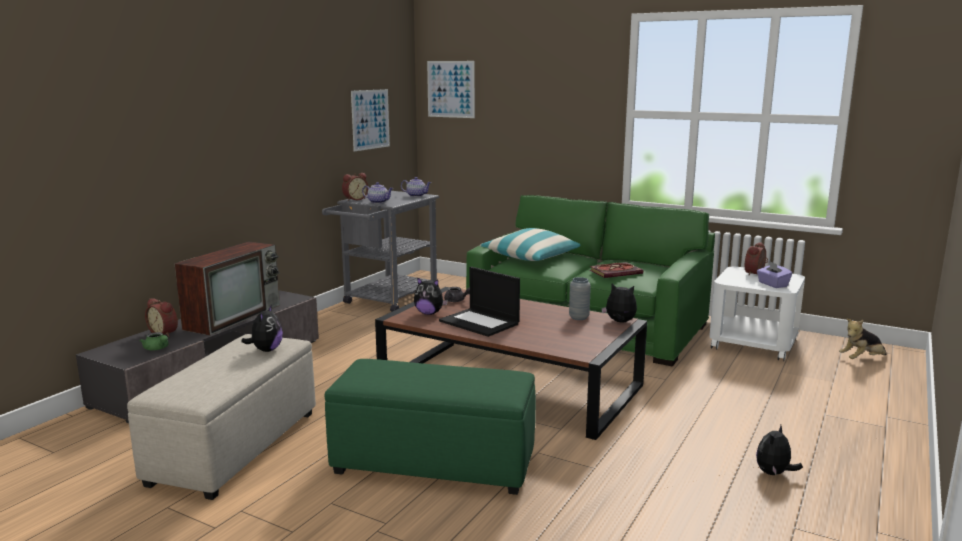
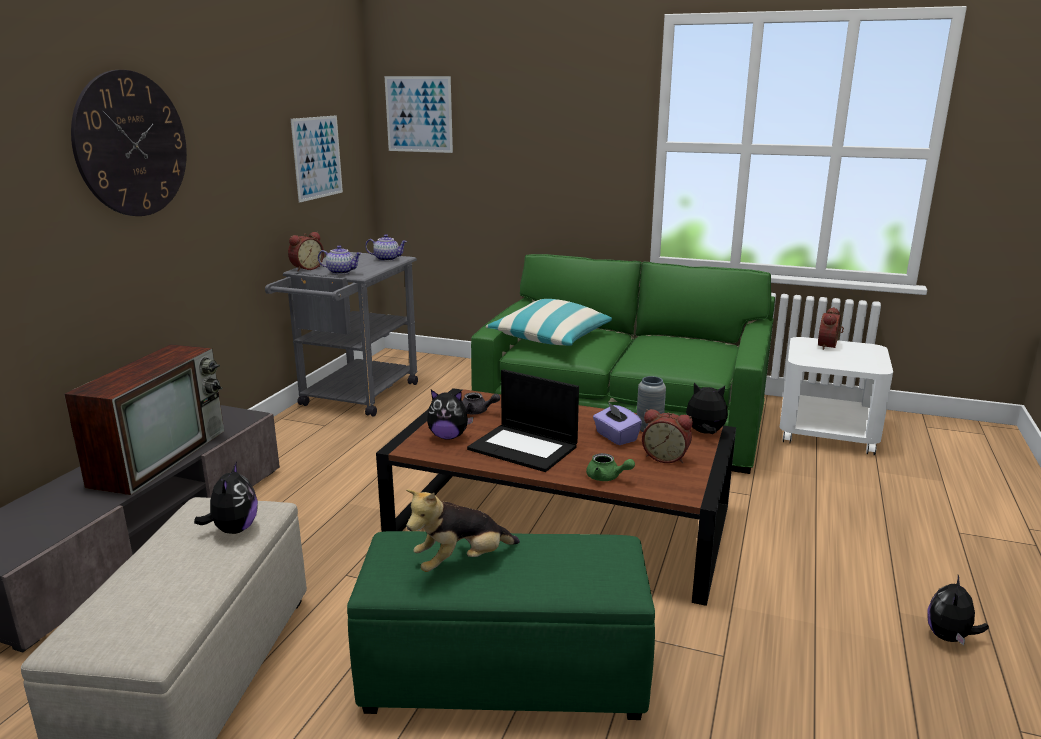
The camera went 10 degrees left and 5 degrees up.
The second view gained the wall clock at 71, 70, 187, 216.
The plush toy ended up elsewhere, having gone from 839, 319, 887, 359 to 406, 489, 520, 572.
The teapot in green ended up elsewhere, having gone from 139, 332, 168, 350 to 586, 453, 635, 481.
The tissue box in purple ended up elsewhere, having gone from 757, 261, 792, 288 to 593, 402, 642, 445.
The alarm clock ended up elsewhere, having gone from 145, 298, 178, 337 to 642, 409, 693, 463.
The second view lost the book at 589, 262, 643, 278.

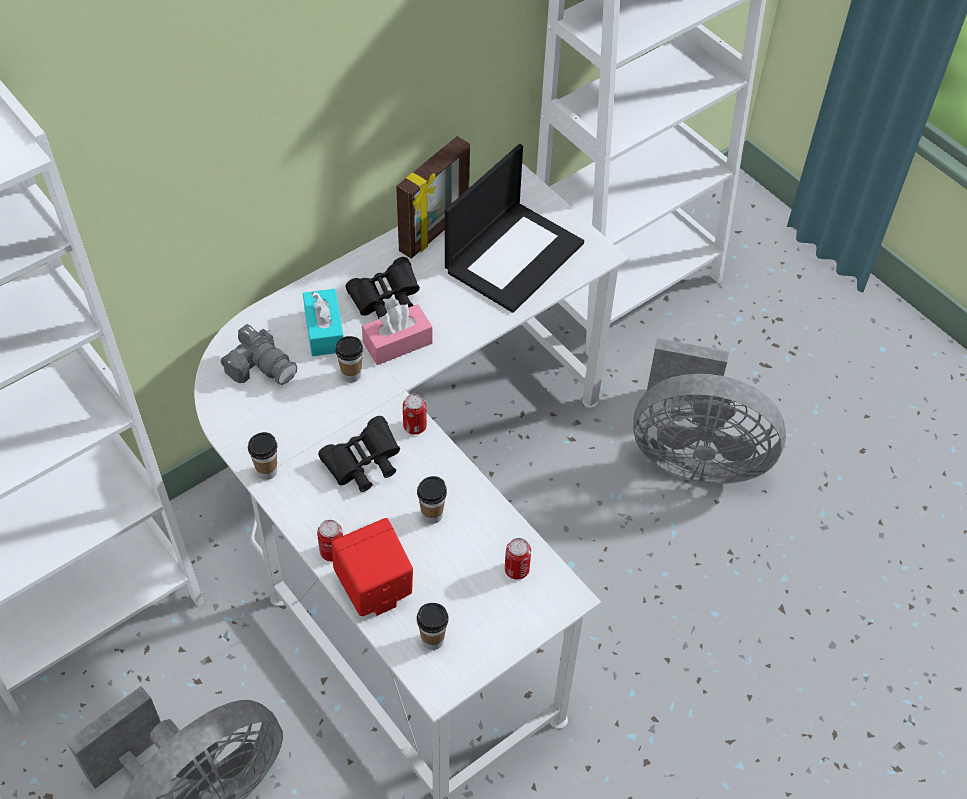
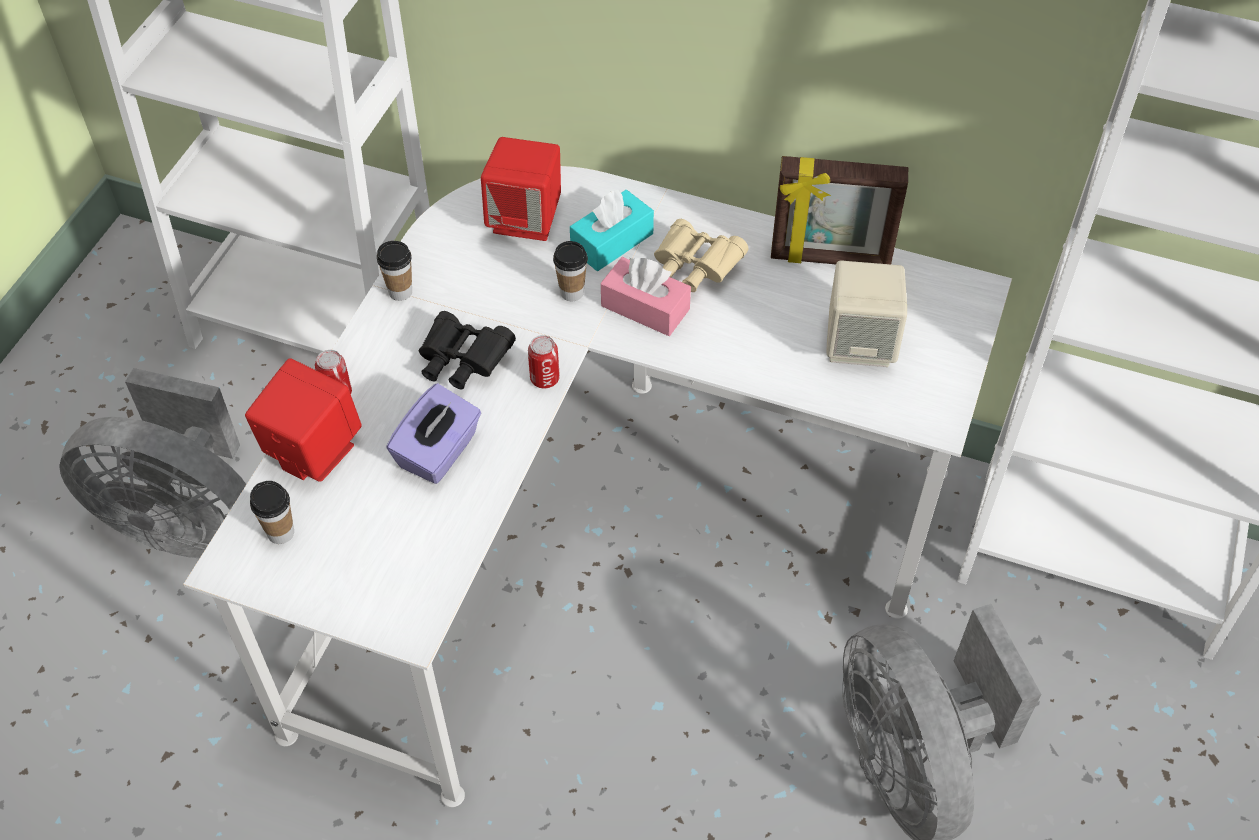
The camera went 60 degrees right and 0 degrees up.
Where the cup stood at 417, 476, 447, 524, the tissue box in purple came to stand at 386, 383, 481, 484.
Where the photo camera stood at 221, 324, 297, 385, the speaker in red came to stand at 481, 137, 561, 241.
What was the binoculars in black at 345, 257, 420, 319 turned into the binoculars in beige at 654, 219, 748, 292.
Where the laptop stood at 445, 144, 584, 313, the speaker in beige came to stand at 826, 260, 907, 367.
The second view lost the can at 505, 538, 531, 580.

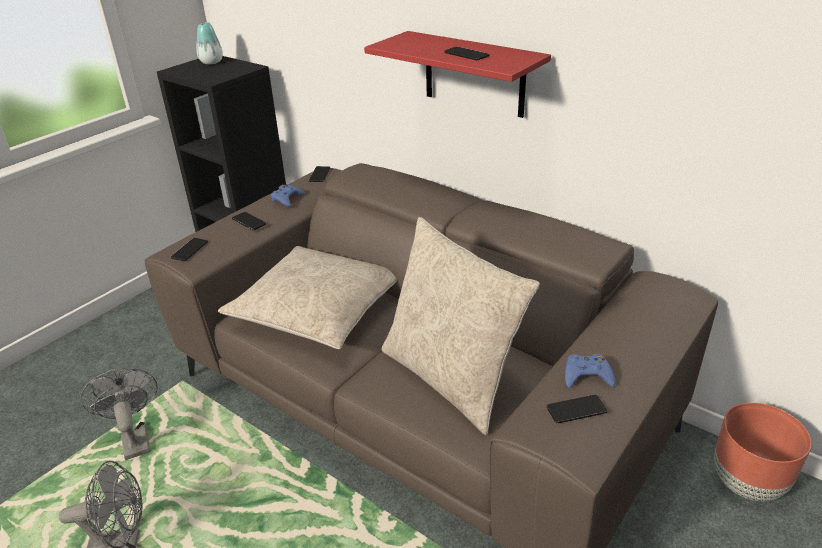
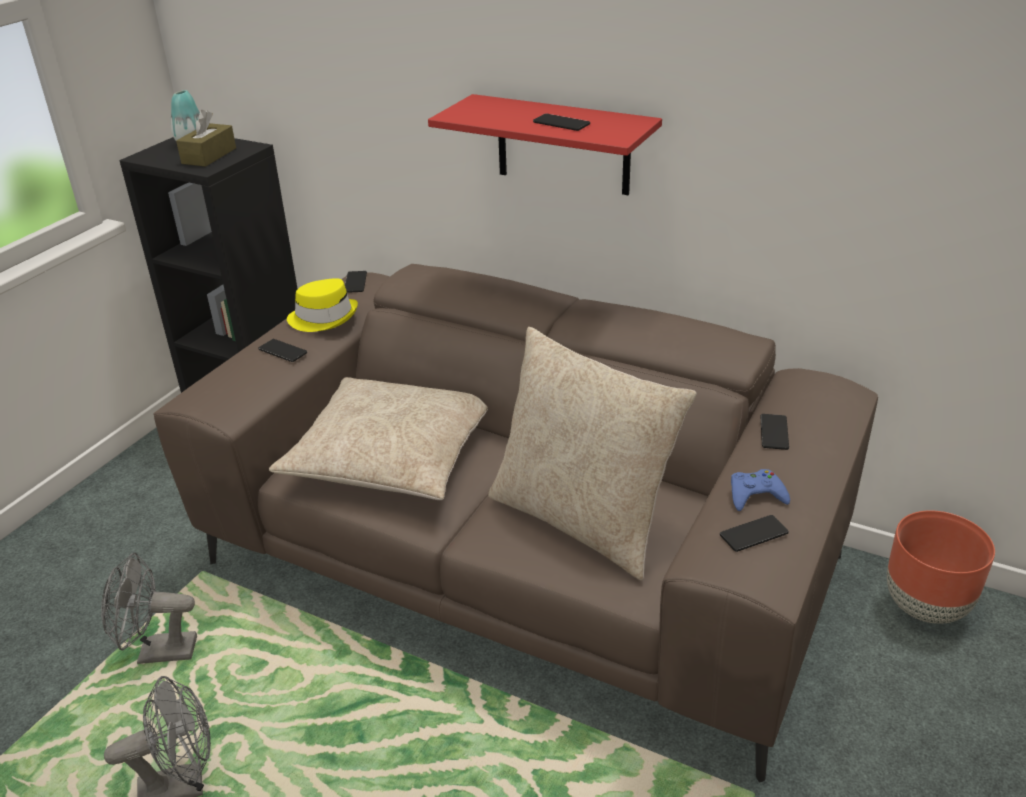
The camera went 10 degrees left and 0 degrees up.
The fan in grey at 80, 368, 158, 460 ended up facing another way, 60 degrees counterclockwise from before.
The second view gained the tissue box in brown at 176, 110, 236, 167.
Where the game controller in blue stood at 271, 184, 305, 207, the hat in yellow came to stand at 287, 278, 358, 332.
The phone ended up elsewhere, having gone from 171, 238, 208, 261 to 761, 414, 789, 450.

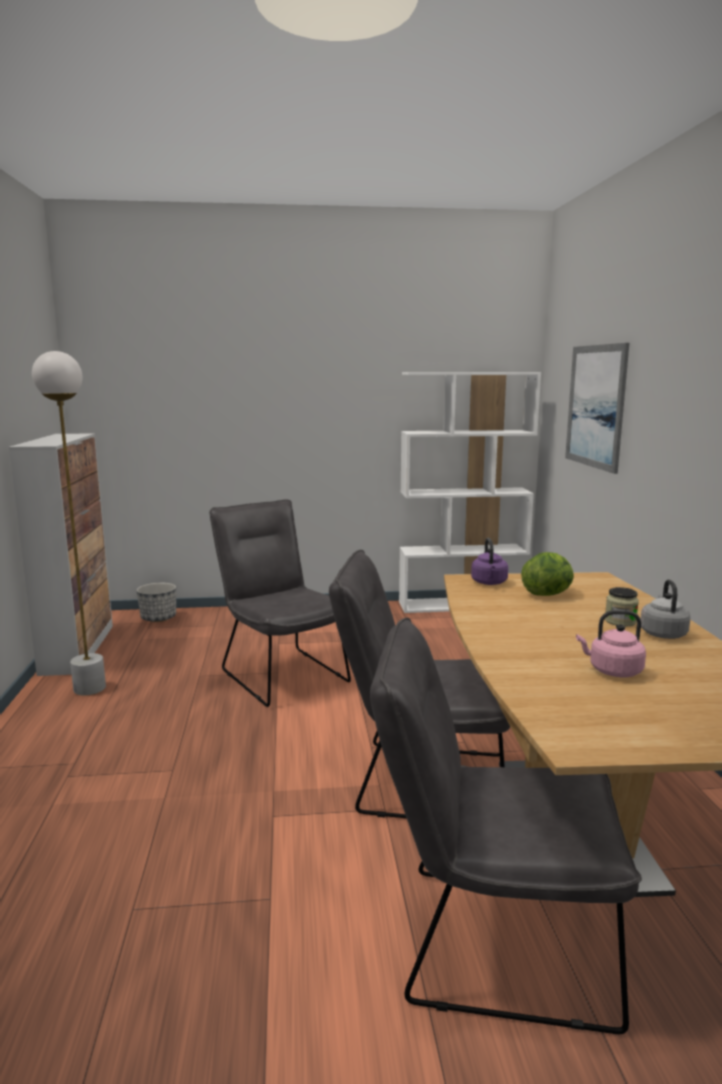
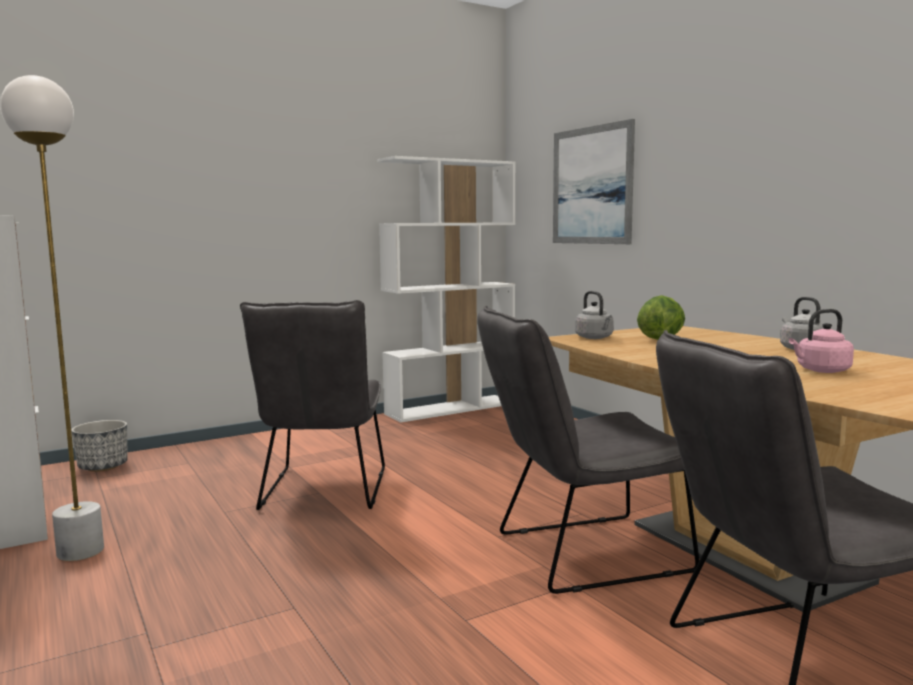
The camera went 25 degrees left and 5 degrees down.
The chair in grey at 209, 499, 351, 707 ended up facing another way, 120 degrees counterclockwise from before.
What was the kettle in purple at 471, 538, 508, 585 turned into the kettle in grey at 575, 291, 614, 339.
The second view lost the jar at 605, 587, 639, 626.

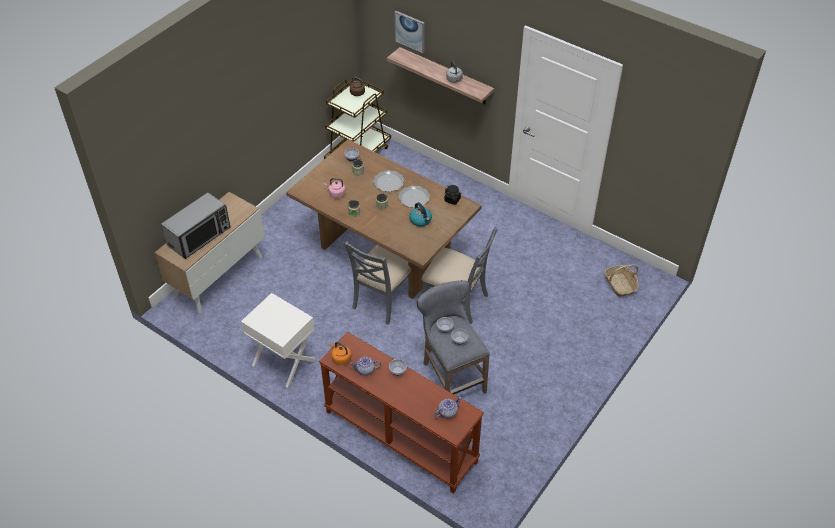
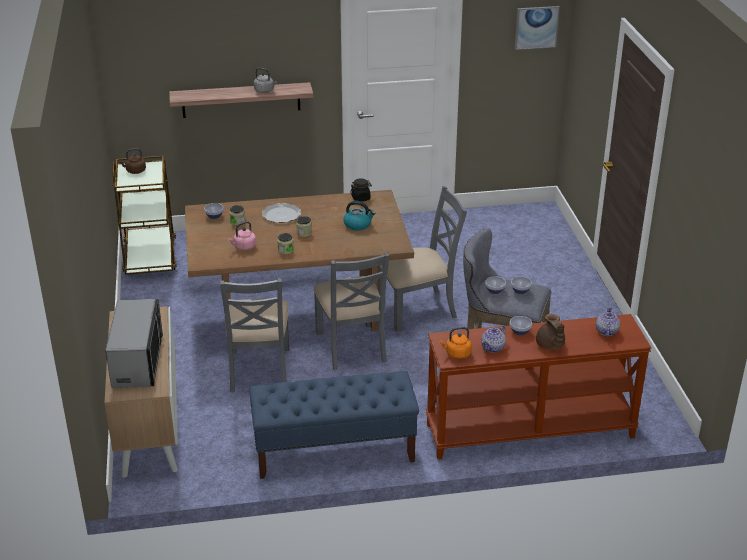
The camera went 45 degrees left and 15 degrees down.
The second view gained the chair in grey at 220, 278, 289, 392.
Where the nightstand in white stood at 241, 293, 316, 388, the bench in blue came to stand at 249, 371, 419, 479.
The picture ended up elsewhere, having gone from 394, 11, 425, 53 to 515, 6, 560, 50.
The second view gained the teapot in brown at 536, 314, 565, 350.
The second view lost the plate at 398, 186, 430, 208.
The second view lost the basket at 605, 264, 639, 297.

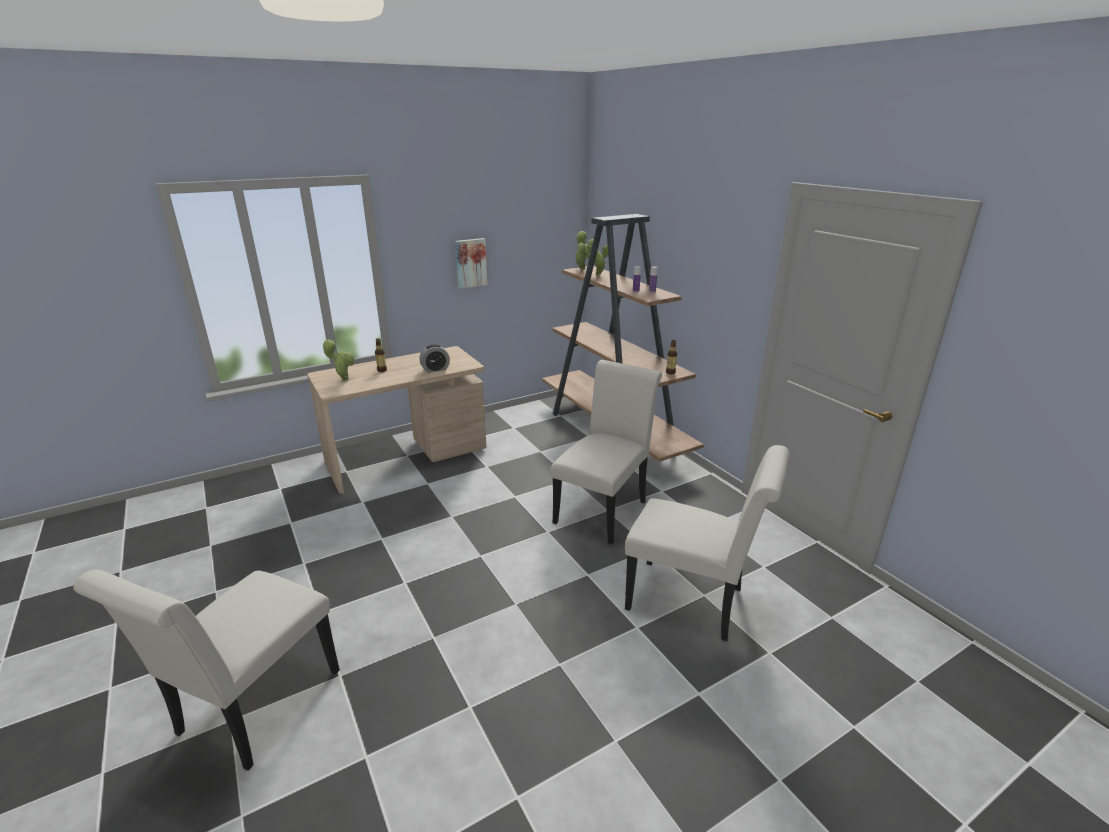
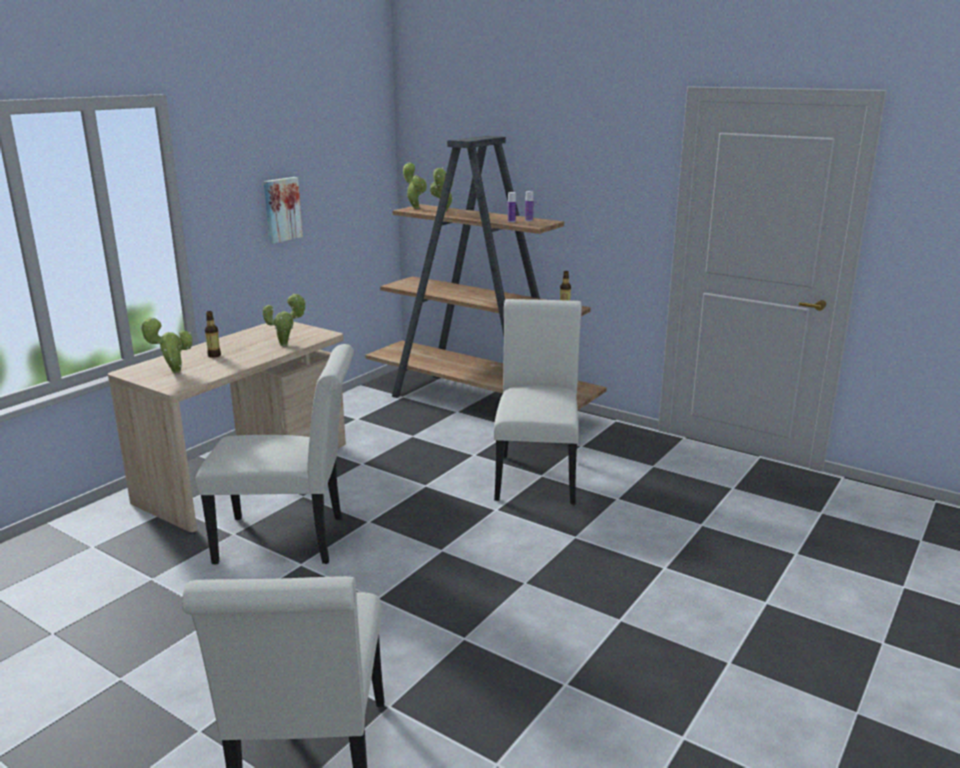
The camera went 25 degrees left and 5 degrees down.
The chair in white ended up elsewhere, having gone from 625, 445, 790, 641 to 196, 344, 354, 564.
Where the alarm clock stood at 419, 344, 450, 373, the potted plant came to stand at 263, 293, 307, 346.

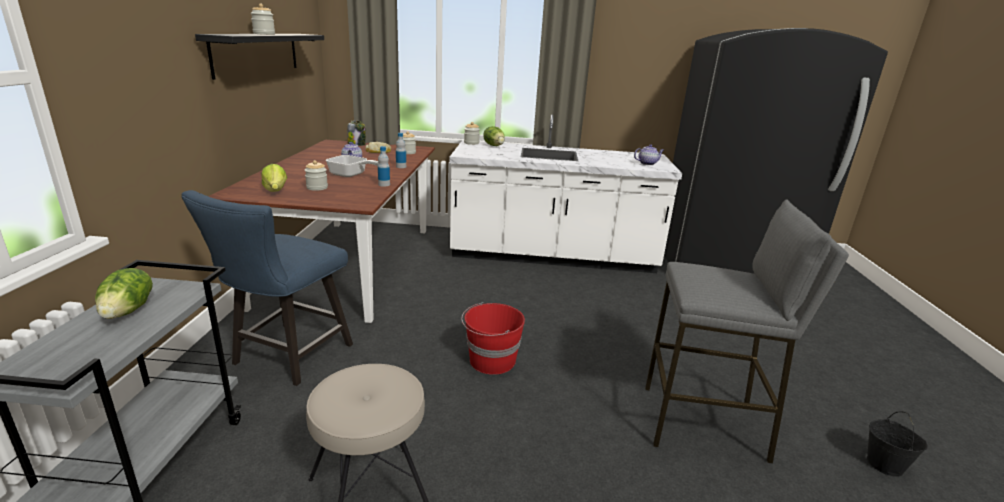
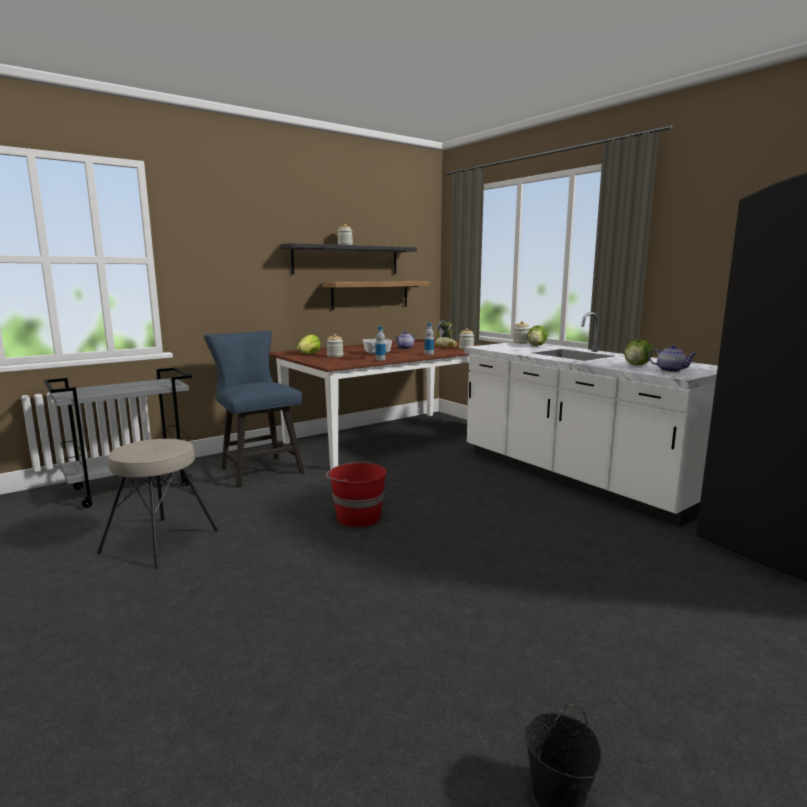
The camera went 50 degrees right and 10 degrees down.
The chair in blue at 181, 190, 353, 386 ended up facing another way, 75 degrees clockwise from before.
The second view gained the shelf at 322, 281, 429, 310.
The lettuce ended up elsewhere, having gone from 95, 268, 153, 319 to 625, 340, 653, 365.
The second view lost the stool in grey at 645, 200, 849, 464.

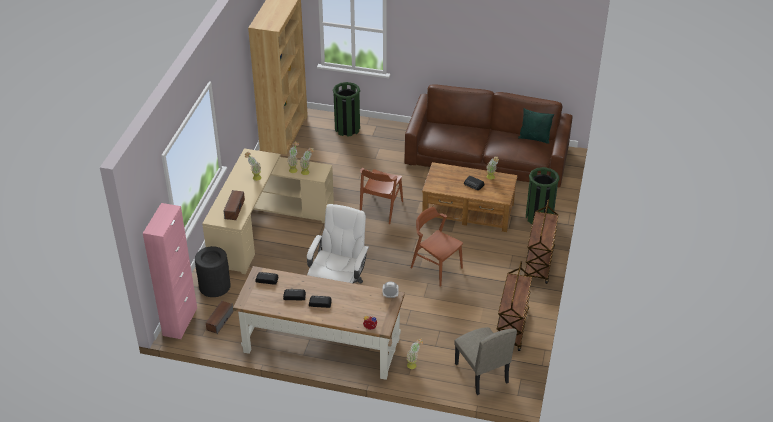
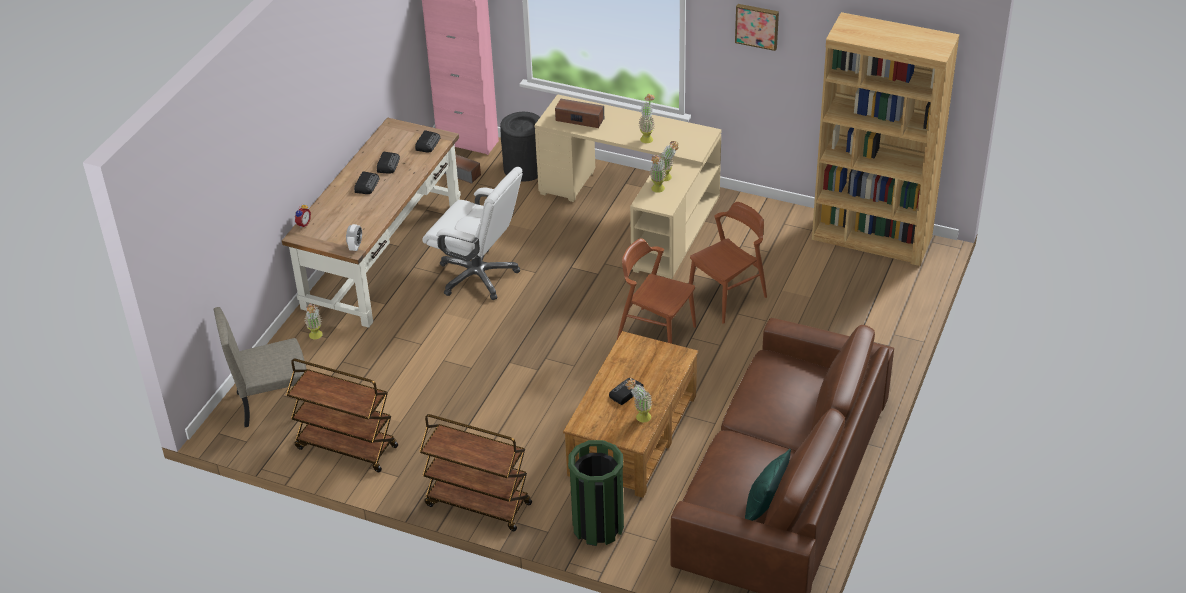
The camera went 100 degrees right and 0 degrees up.
The chair in brown ended up elsewhere, having gone from 411, 207, 463, 287 to 689, 202, 767, 324.
The second view gained the picture at 735, 4, 779, 51.
The second view lost the trash can in green at 333, 82, 360, 137.

